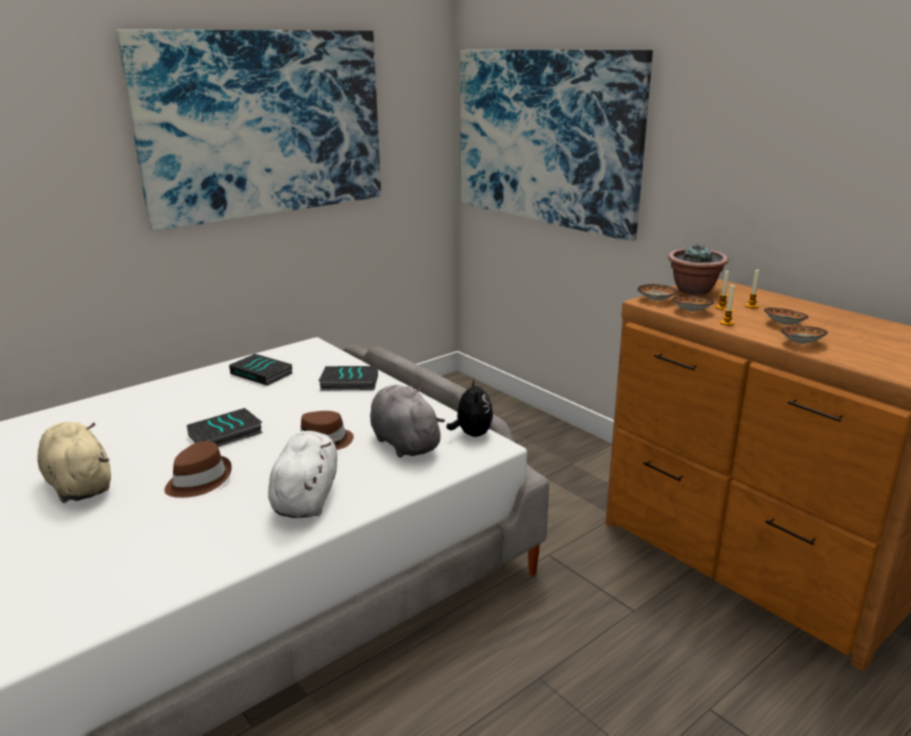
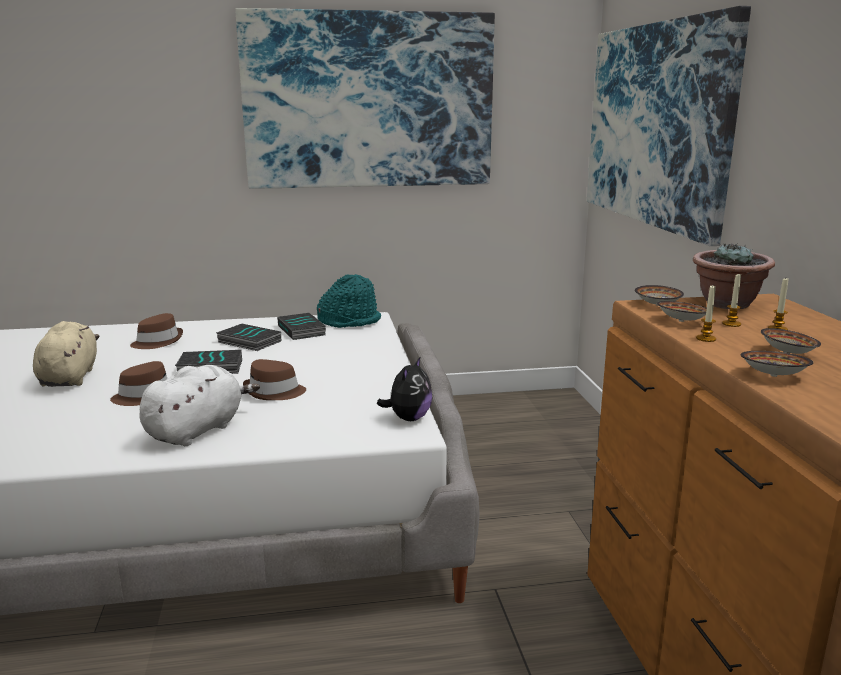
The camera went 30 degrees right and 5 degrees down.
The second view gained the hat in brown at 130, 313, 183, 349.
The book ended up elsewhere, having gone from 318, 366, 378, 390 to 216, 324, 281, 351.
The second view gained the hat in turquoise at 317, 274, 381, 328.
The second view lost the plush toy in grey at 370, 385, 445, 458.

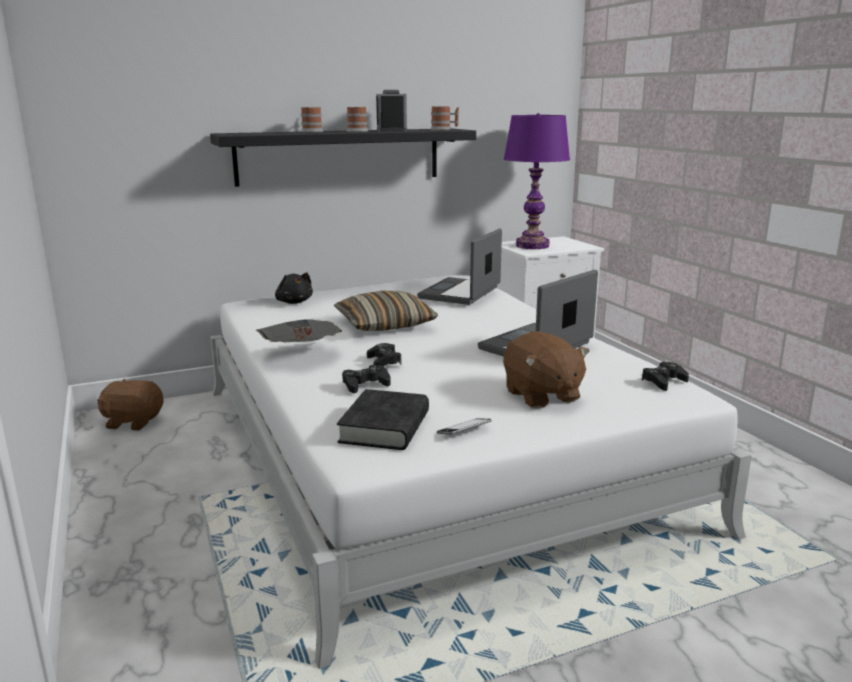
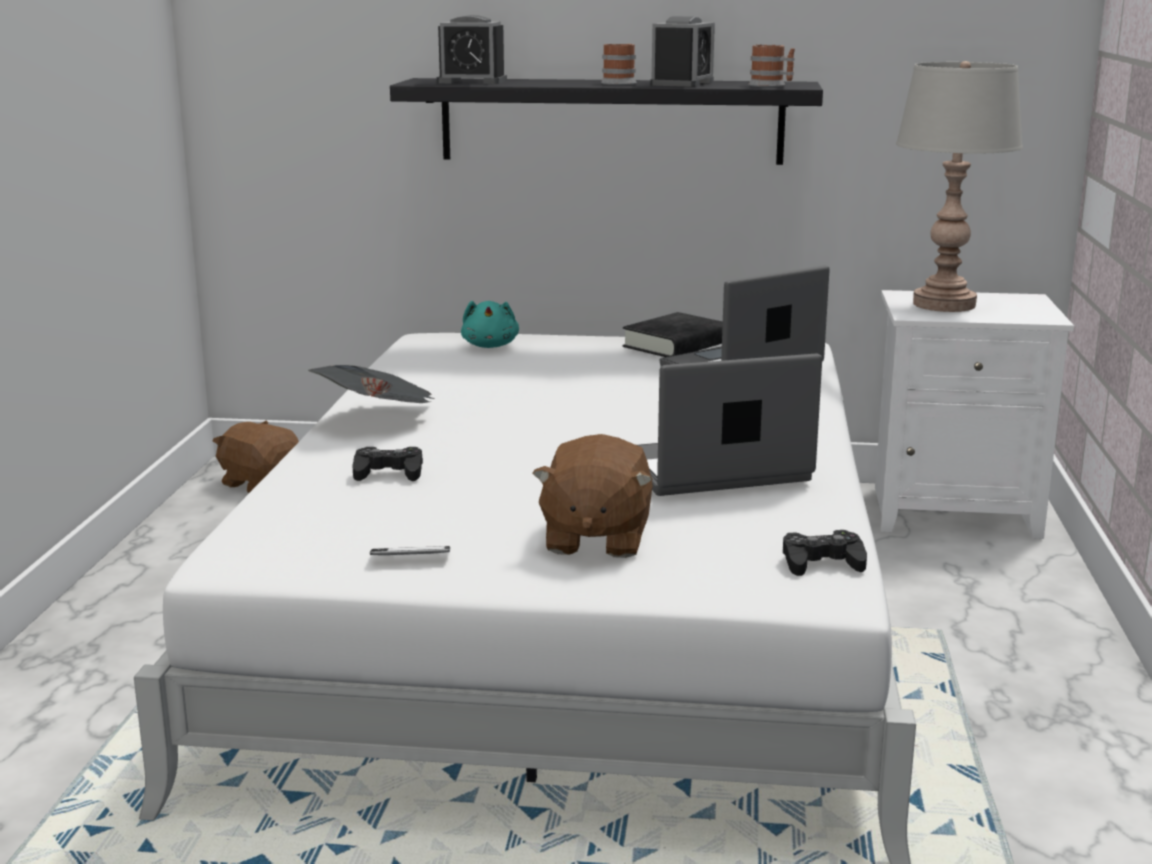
The camera went 30 degrees right and 0 degrees up.
The second view gained the alarm clock at 436, 15, 507, 84.
What was the plush toy in black at 275, 273, 313, 304 turned into the plush toy in turquoise at 461, 301, 519, 348.
The book in black ended up elsewhere, having gone from 337, 389, 429, 450 to 623, 312, 723, 357.
What was the table lamp in purple at 504, 113, 570, 249 turned into the table lamp in grey at 896, 61, 1023, 312.
The second view lost the mug at 301, 107, 323, 132.
The second view lost the pillow at 333, 291, 438, 331.
The second view lost the game controller in black at 367, 343, 402, 366.

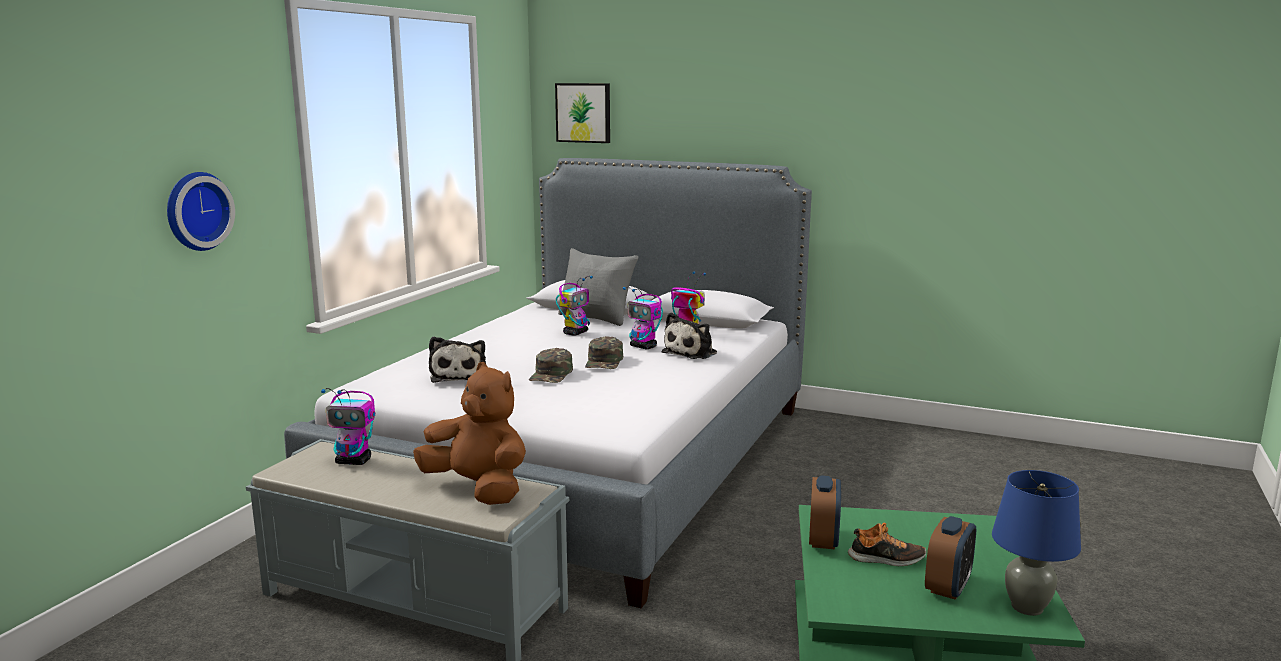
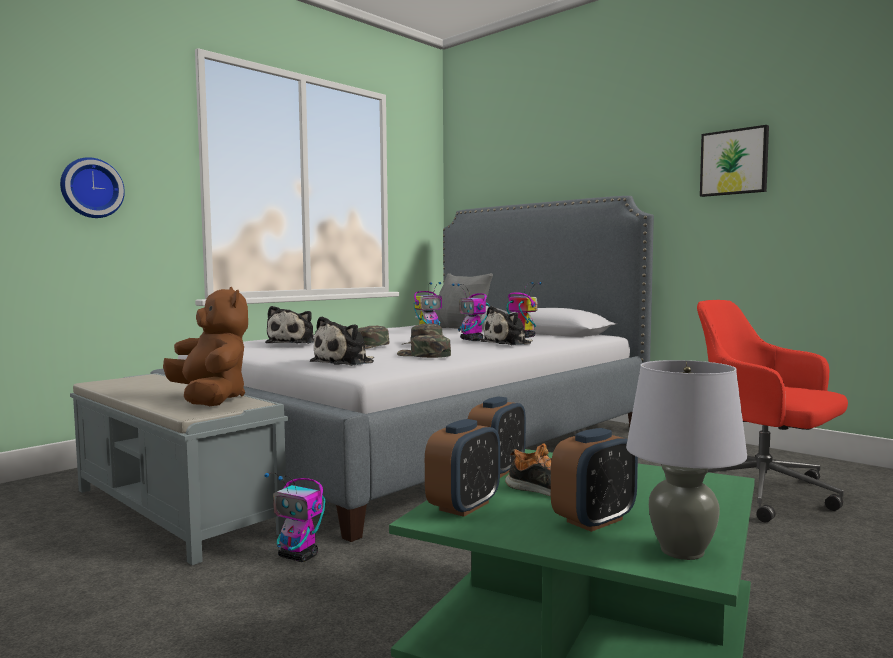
The camera went 20 degrees right and 10 degrees down.
The toy robot ended up elsewhere, having gone from 321, 388, 375, 465 to 265, 472, 325, 562.
The second view gained the plush toy at 310, 316, 374, 366.
The second view gained the cap in green at 397, 335, 451, 358.
The second view gained the alarm clock at 425, 419, 500, 517.
What was the table lamp in blue at 992, 470, 1081, 616 turned into the table lamp in grey at 626, 360, 747, 560.
The second view gained the office chair in red at 697, 300, 848, 523.
The picture ended up elsewhere, having gone from 555, 83, 610, 143 to 700, 125, 769, 197.

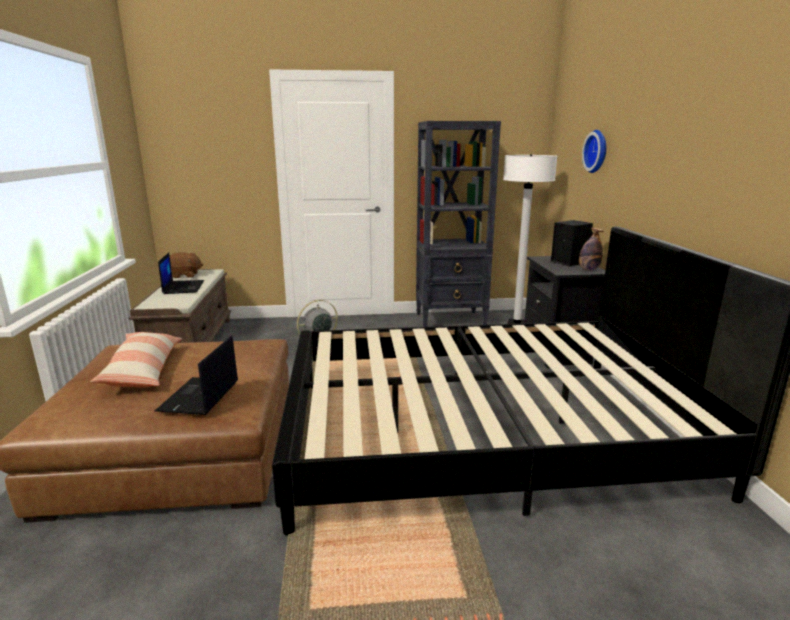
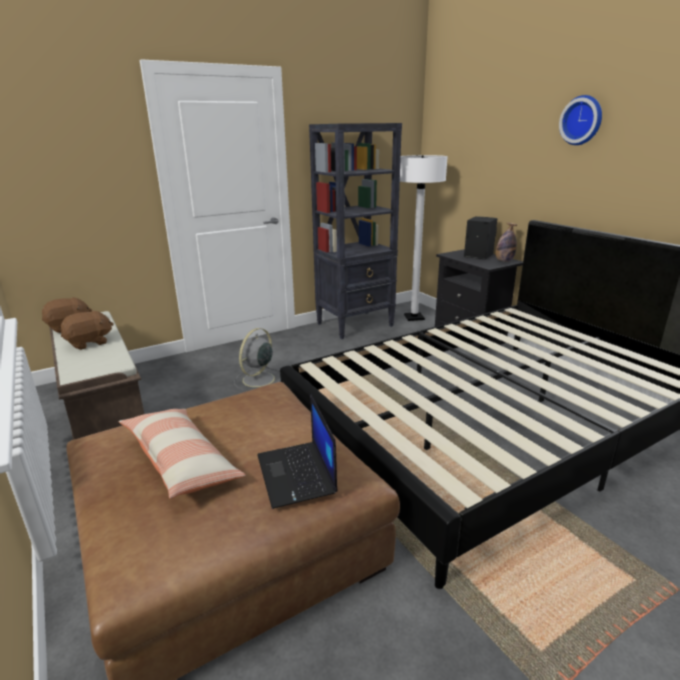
The camera went 25 degrees left and 5 degrees up.
Where the laptop stood at 158, 252, 204, 294, the plush toy in brown came to stand at 61, 310, 114, 350.
The wall clock ended up elsewhere, having gone from 582, 130, 606, 173 to 559, 95, 602, 145.

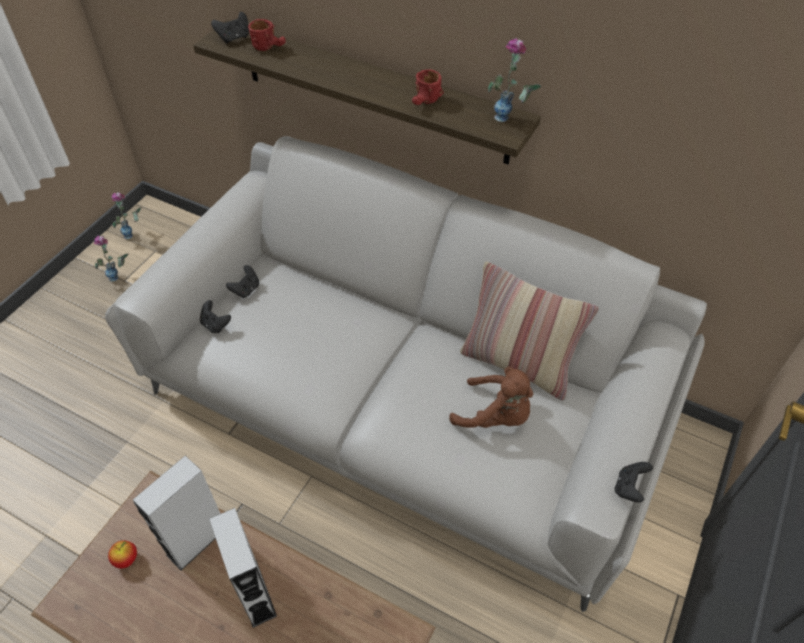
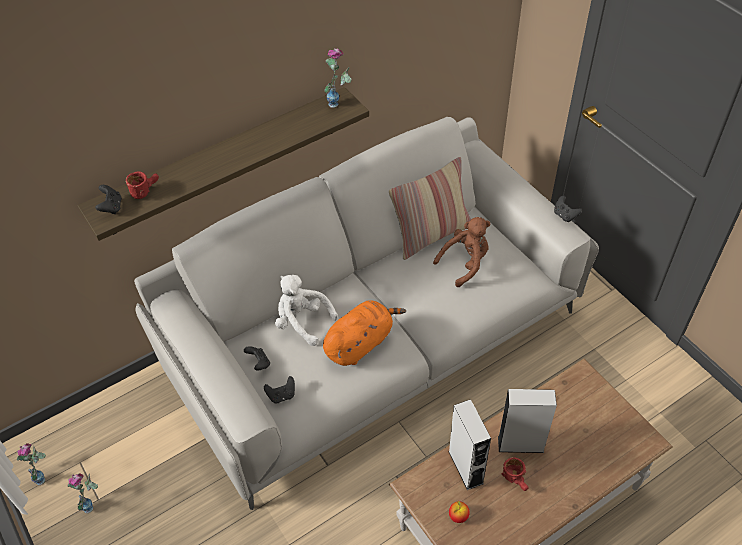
The camera went 60 degrees left and 0 degrees up.
The second view gained the plush toy in white at 275, 275, 338, 346.
The second view gained the plush toy in orange at 323, 300, 406, 366.
The mug in red ended up elsewhere, having gone from 412, 69, 444, 105 to 501, 457, 528, 491.

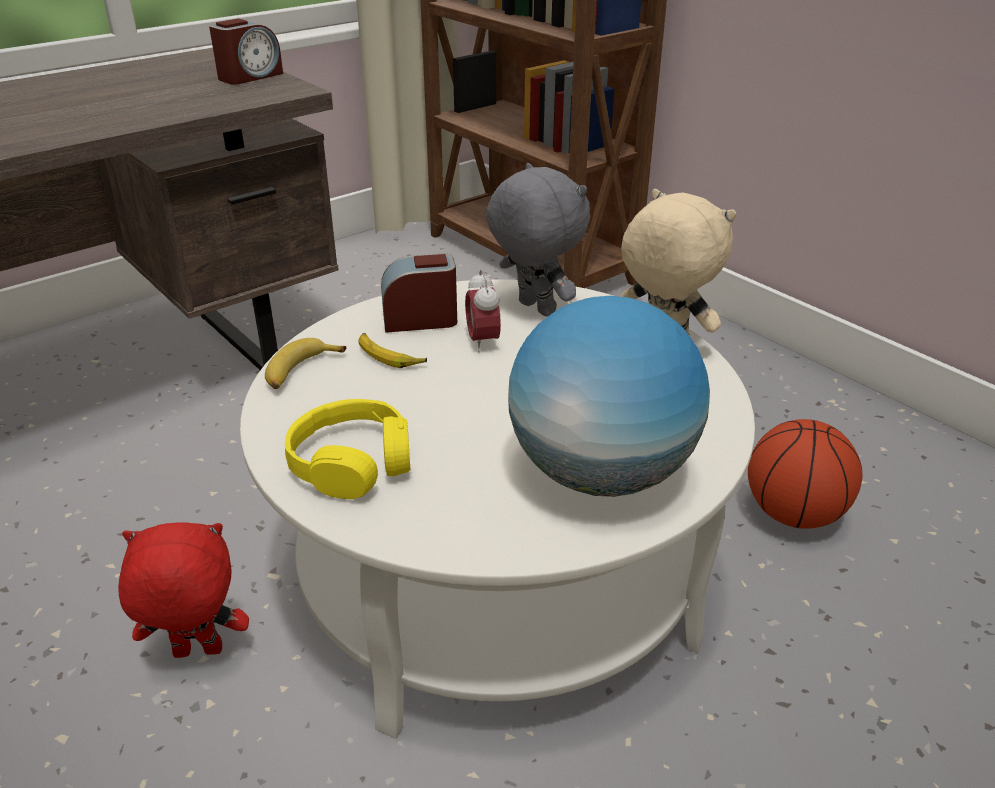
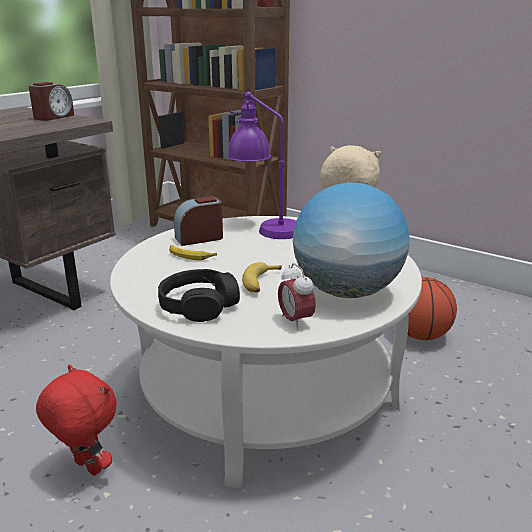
The camera went 15 degrees left and 10 degrees down.
The plush toy in red at 118, 522, 249, 658 ended up facing another way, 60 degrees clockwise from before.
What was the headphones in yellow at 285, 399, 410, 499 turned into the headphones in black at 158, 269, 240, 322.
Where the plush toy in grey stood at 486, 163, 590, 317, the table lamp in purple came to stand at 227, 91, 296, 239.
The banana ended up elsewhere, having gone from 265, 338, 346, 389 to 242, 262, 282, 293.
The alarm clock ended up elsewhere, having gone from 465, 269, 501, 353 to 278, 263, 316, 330.

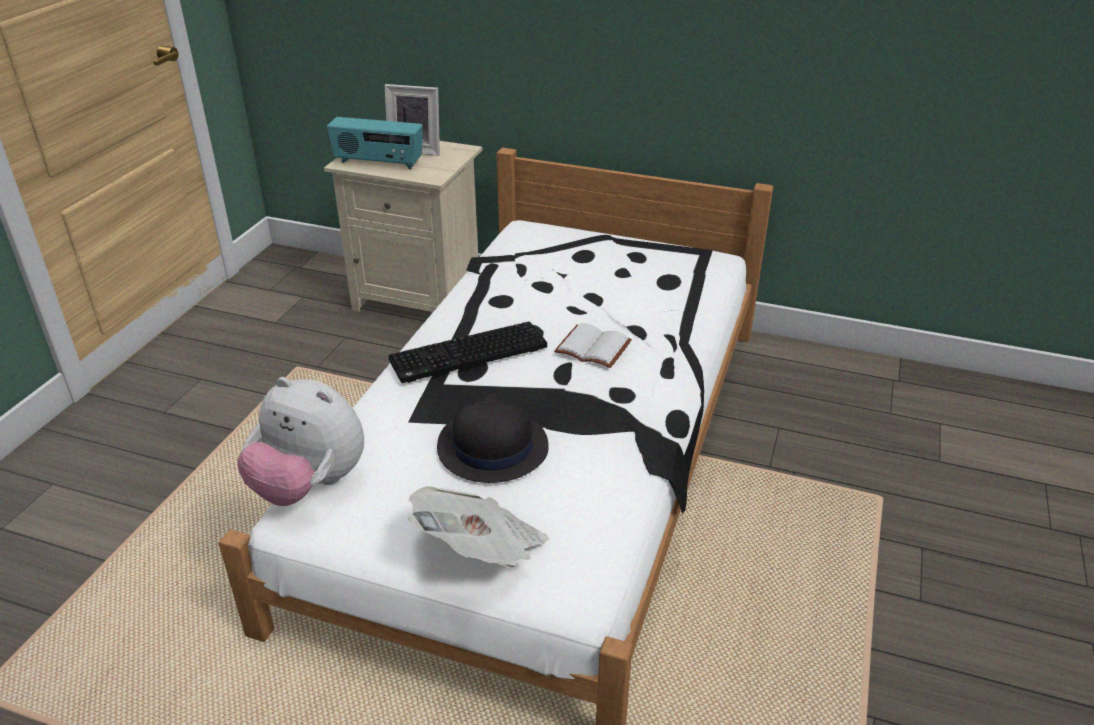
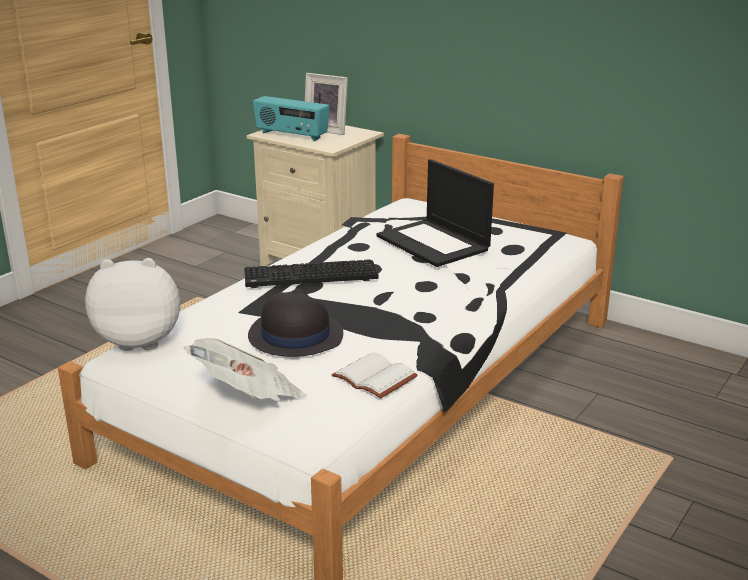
The camera went 15 degrees right and 10 degrees down.
The plush toy at 237, 377, 364, 506 ended up facing another way, 135 degrees clockwise from before.
The book in white ended up elsewhere, having gone from 554, 323, 632, 368 to 332, 352, 418, 399.
The second view gained the laptop at 376, 159, 494, 267.

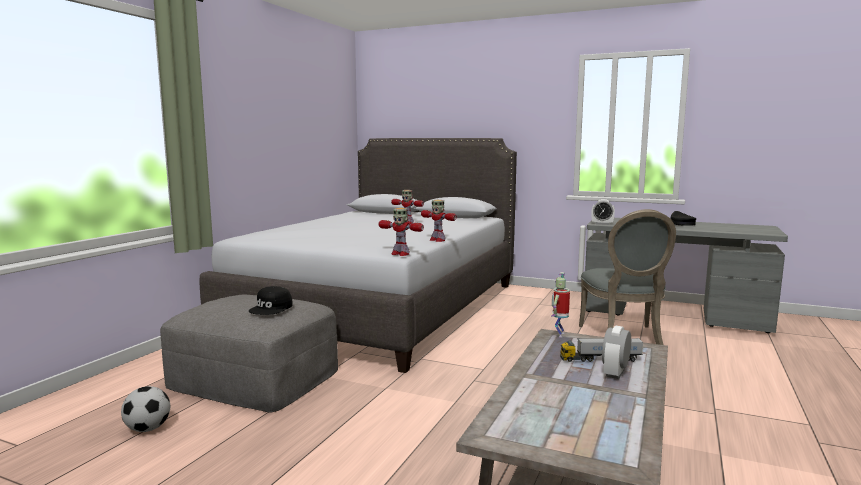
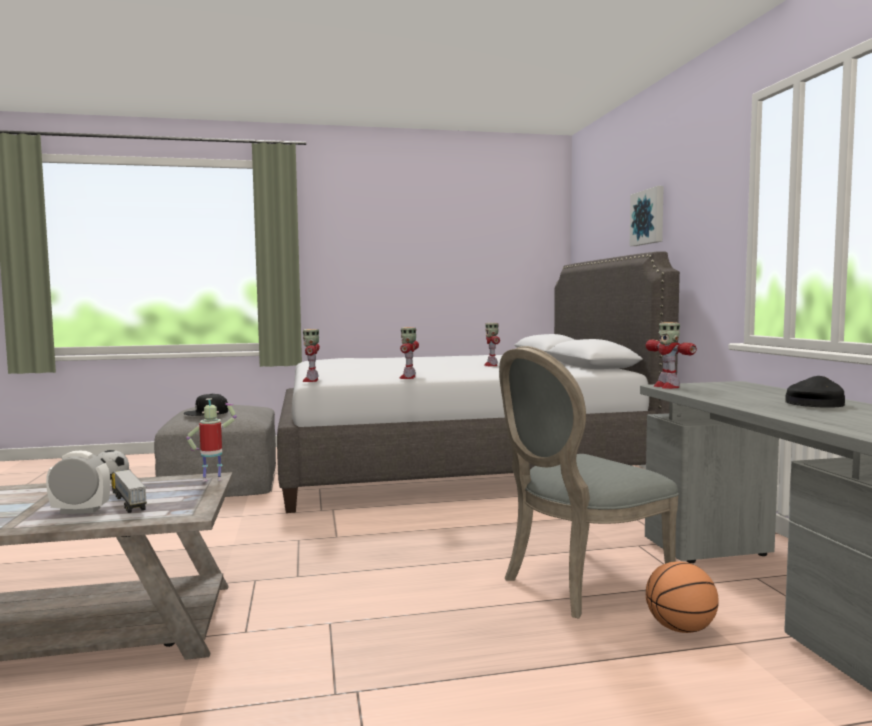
The camera went 55 degrees right and 5 degrees down.
The second view gained the picture at 630, 186, 664, 246.
Where the alarm clock stood at 591, 199, 615, 225, the toy robot came to stand at 646, 322, 697, 389.
The second view gained the basketball at 646, 562, 719, 633.

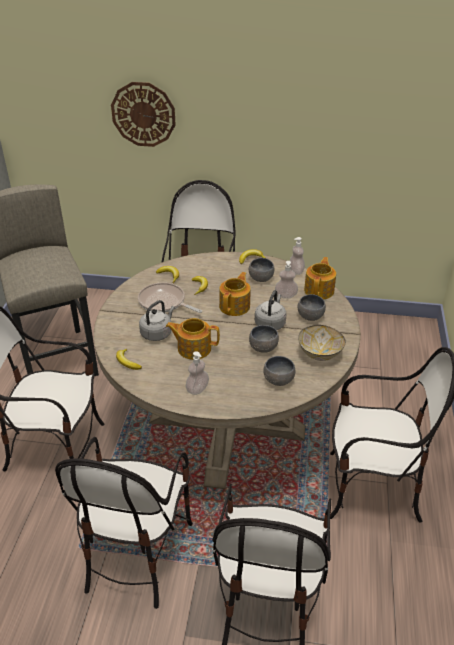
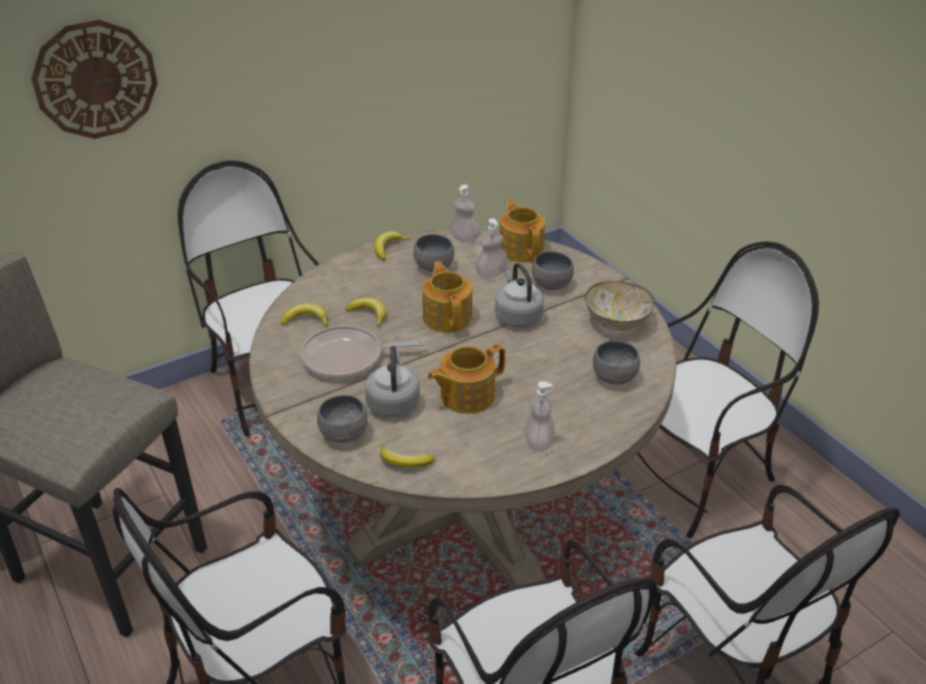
The camera went 40 degrees left and 0 degrees up.
The bowl in grey ended up elsewhere, having gone from 249, 325, 279, 353 to 317, 395, 368, 443.

